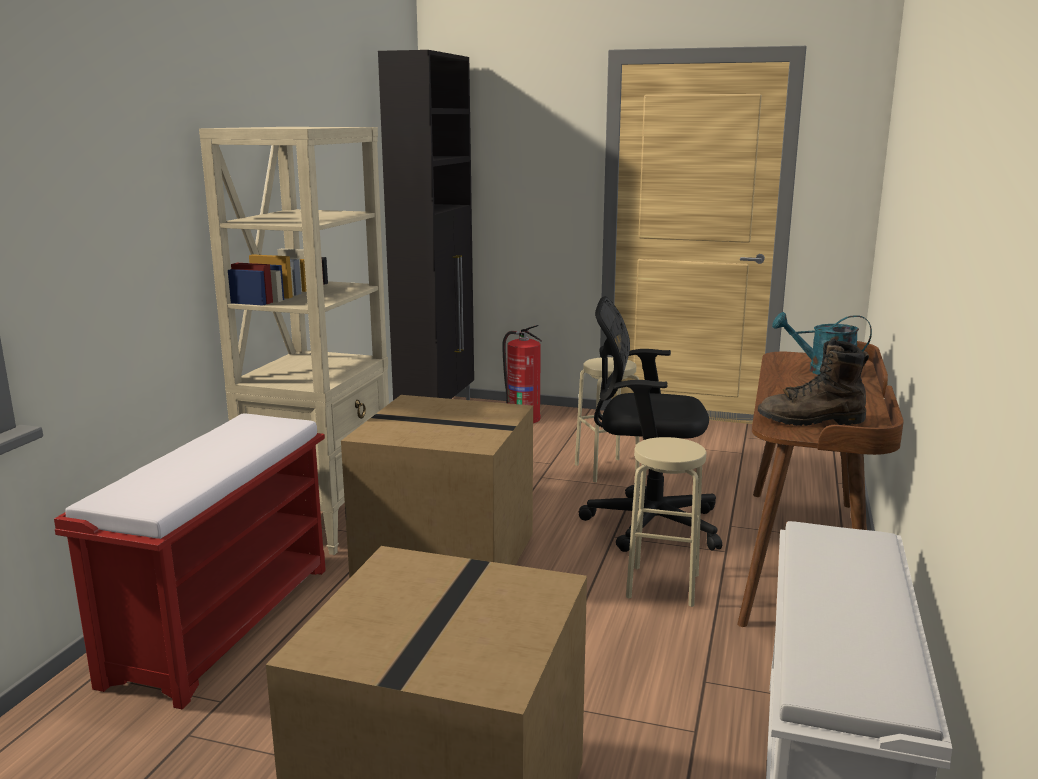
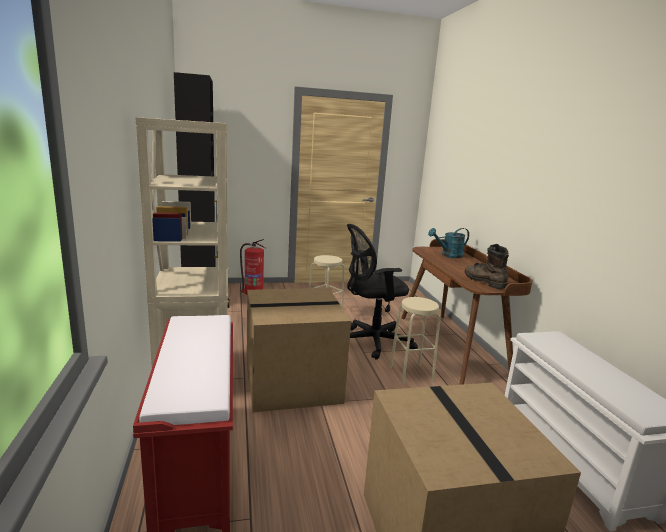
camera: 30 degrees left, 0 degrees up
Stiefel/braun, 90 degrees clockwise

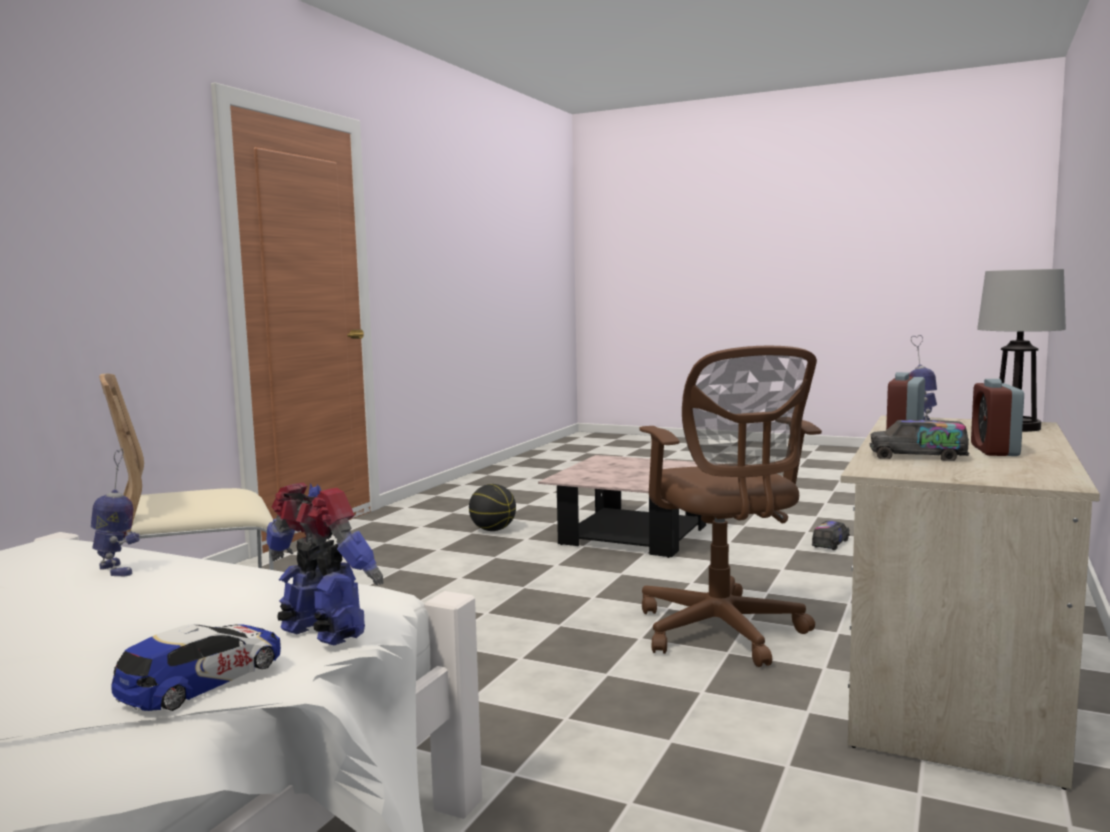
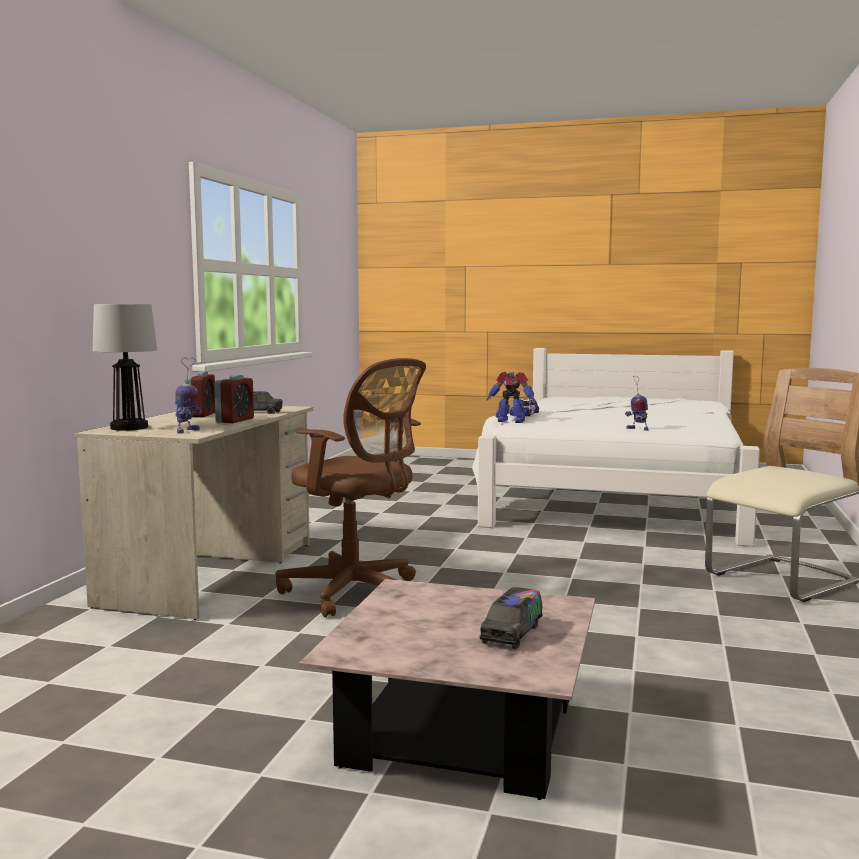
camera: 170 degrees right, 0 degrees up
Basketball => nothing
Spielzeuglaster (no. 1 from left in the first image) => Spielzeuglaster (no. 2 from left), shifted
Bürostuhl/braun, 150 degrees clockwise

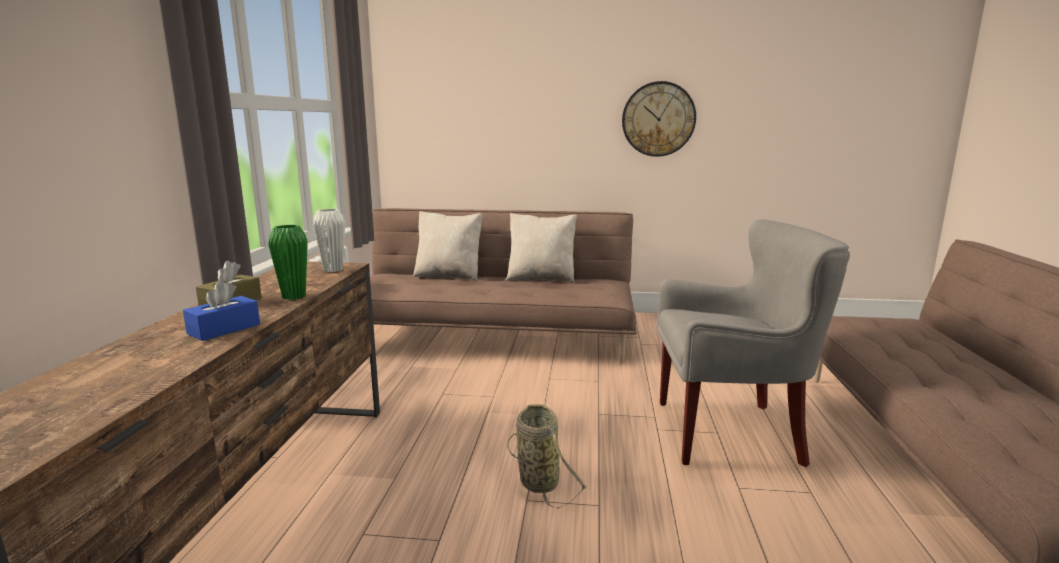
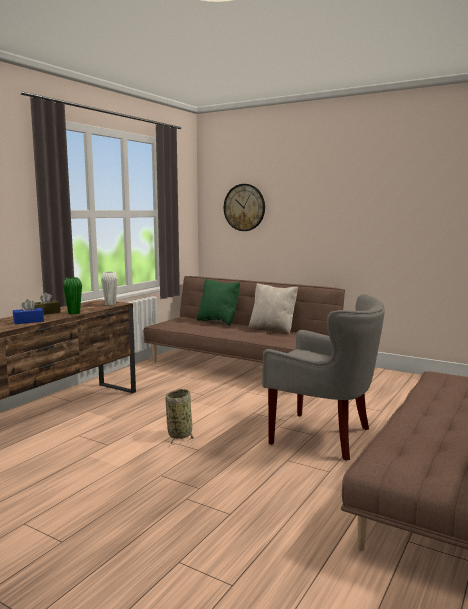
camera: 25 degrees right, 5 degrees down
Wanduhr, shifted
Kissen/beige (no. 1 from left) => Kissen/grün

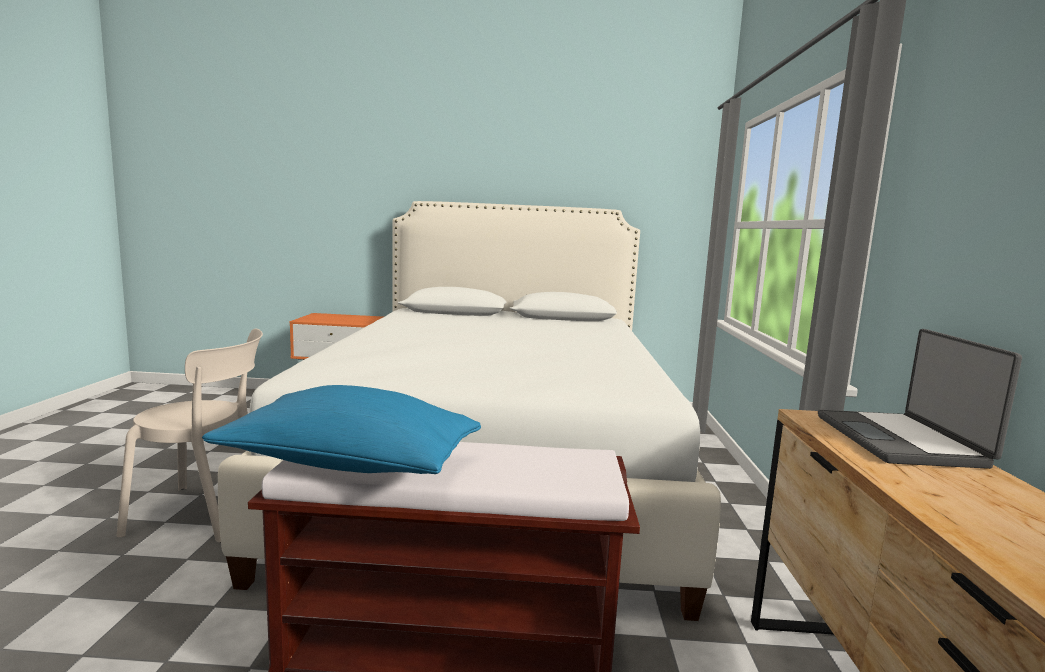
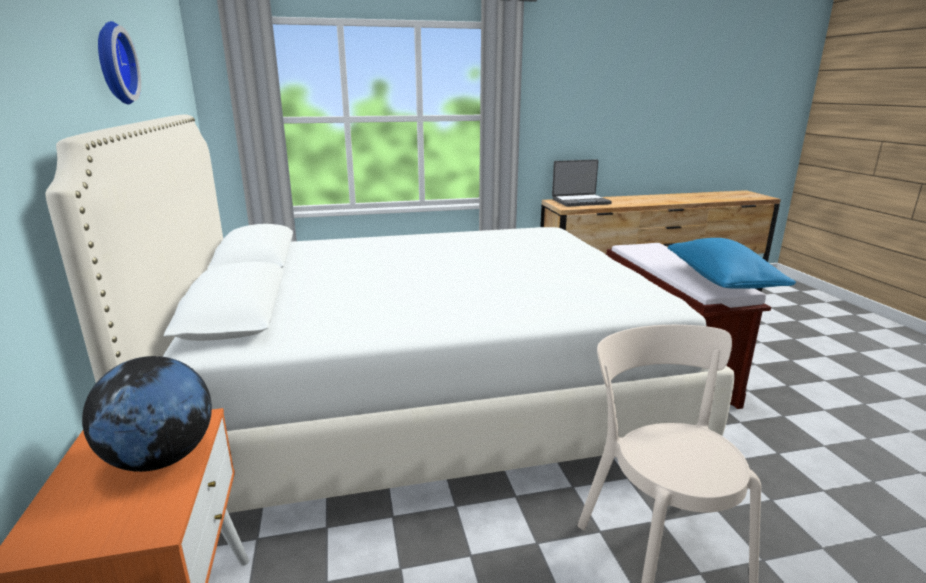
camera: 105 degrees left, 10 degrees up
nothing => Globus
nothing => Wanduhr

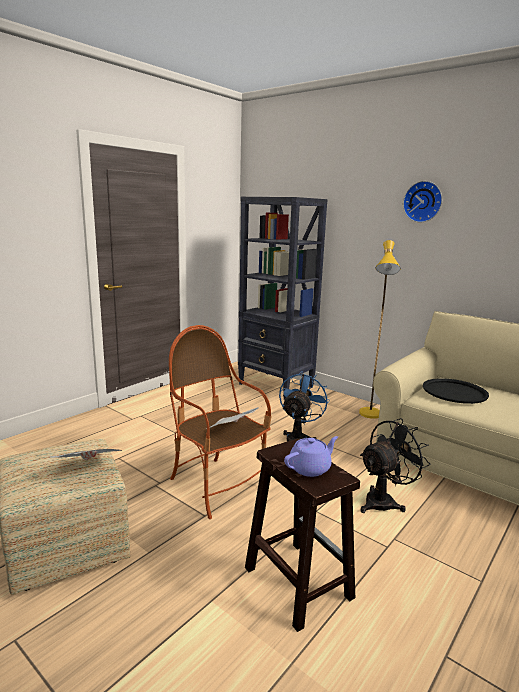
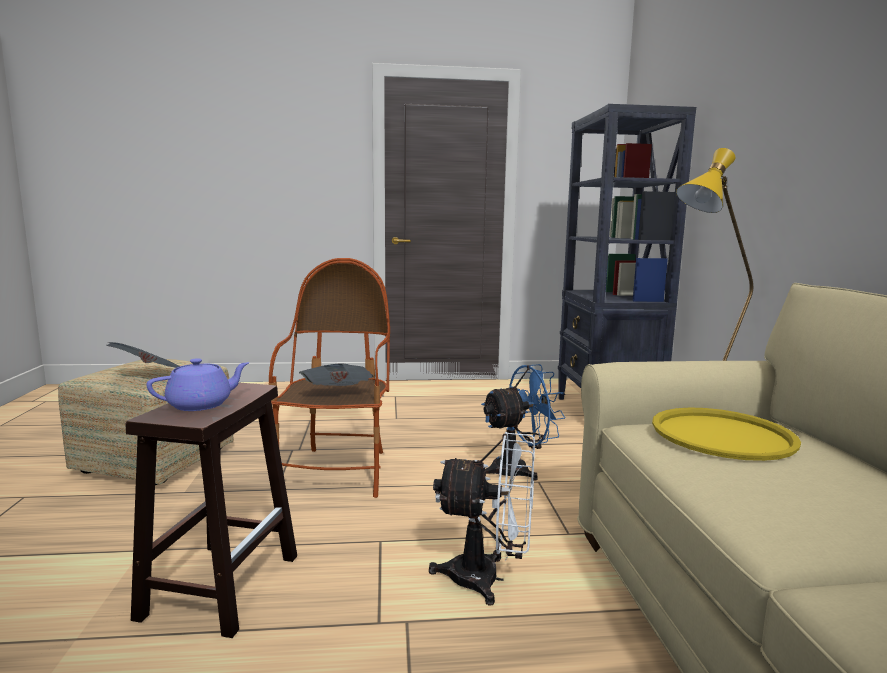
camera: 45 degrees right, 5 degrees down
Wanduhr => nothing
Ventilator/schwarz => Ventilator/weiß
Tablett/schwarz => Tablett/gelb
Teekanne/lila, 45 degrees counterclockwise

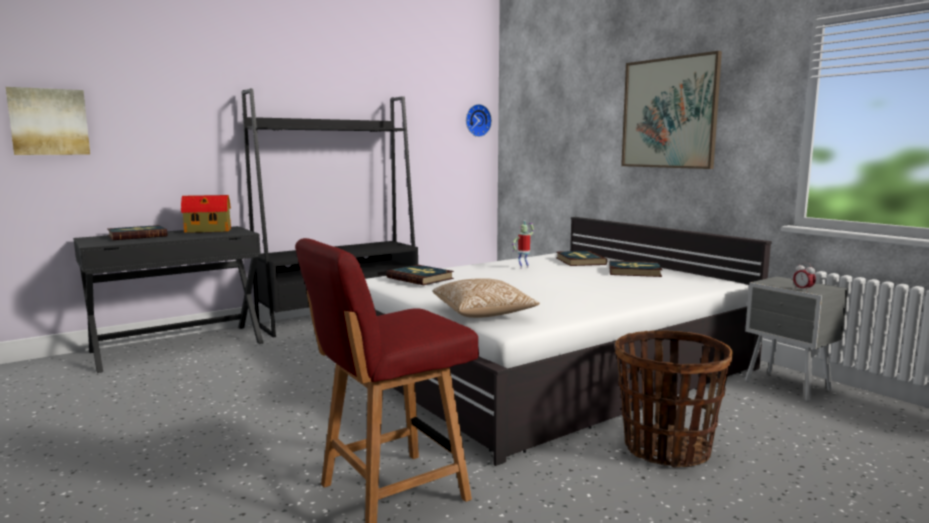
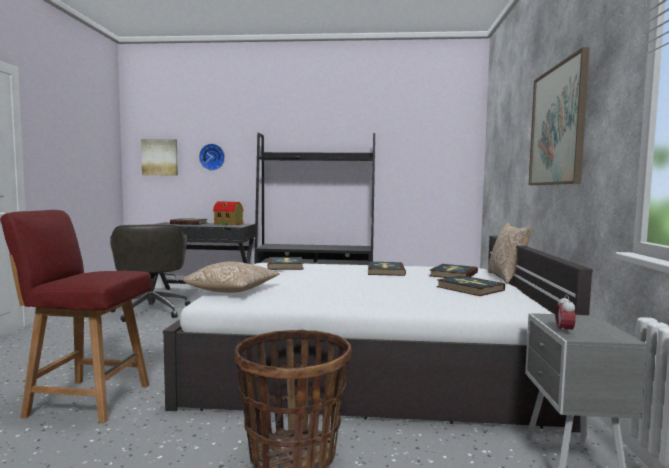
camera: 40 degrees right, 5 degrees down
nothing => Bürostuhl/grau
nothing => Kissen (no. 2 from left)
Wanduhr, shifted
Spielzeugroboter => Buch (no. 3 from left)

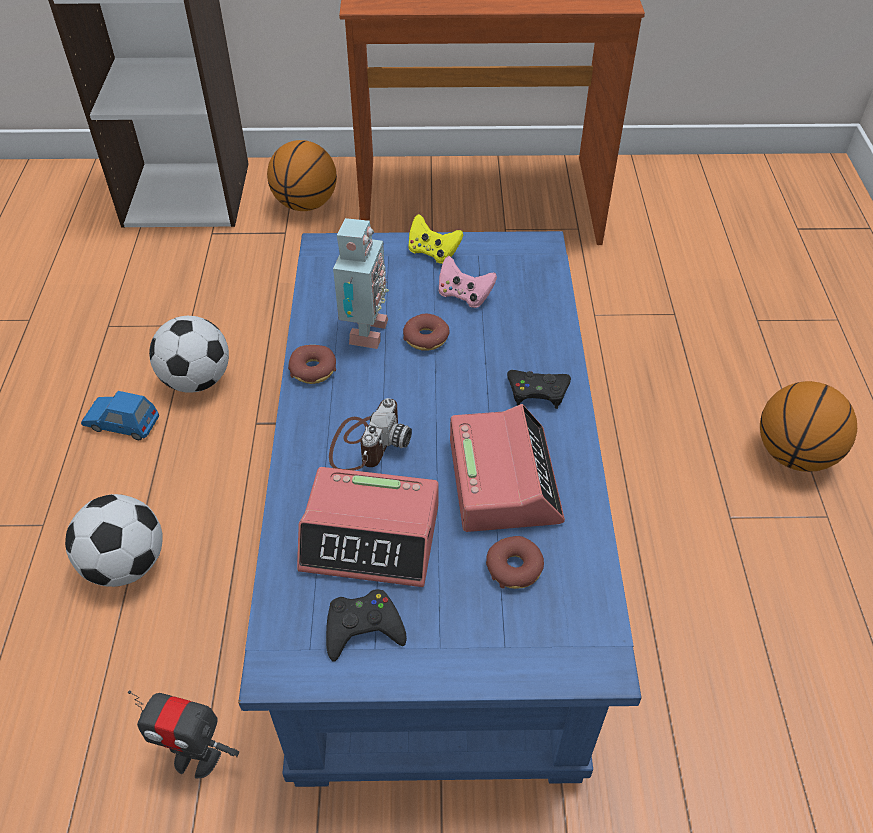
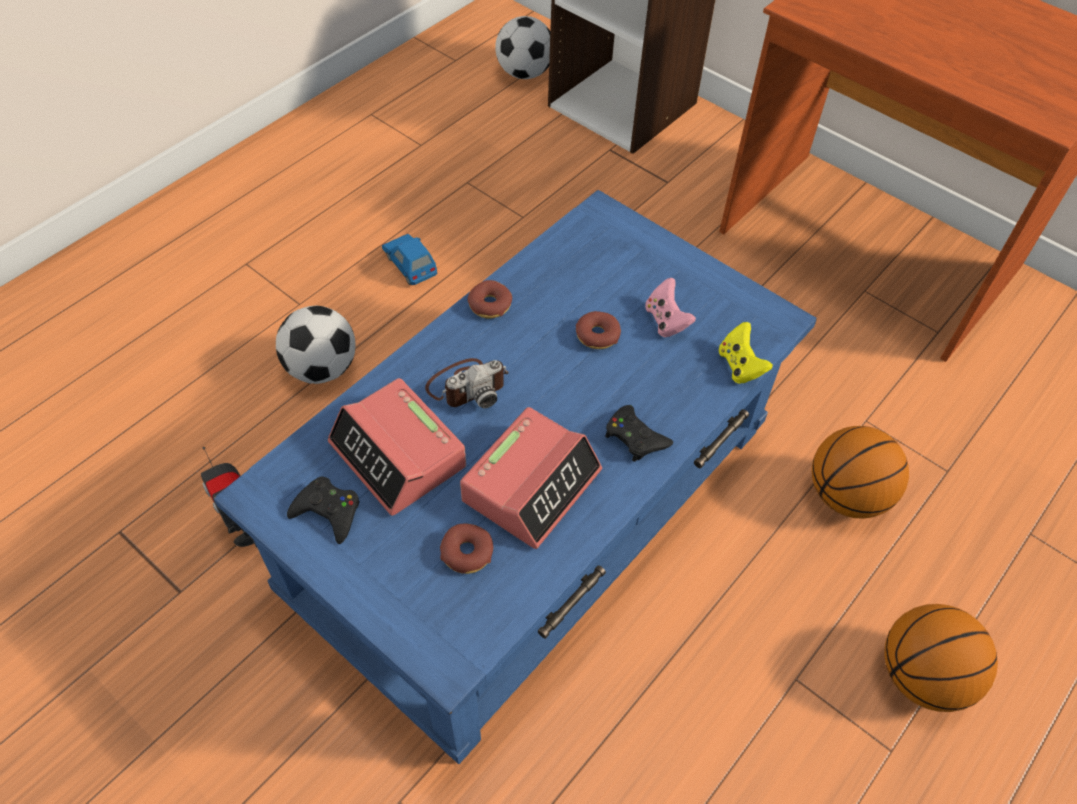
camera: 40 degrees right, 5 degrees up
Spielzeugroboter (no. 2 from left) => nothing
Fußball (no. 2 from left), shifted
Basketball (no. 1 from left), shifted
Gamepad/gelb, shifted

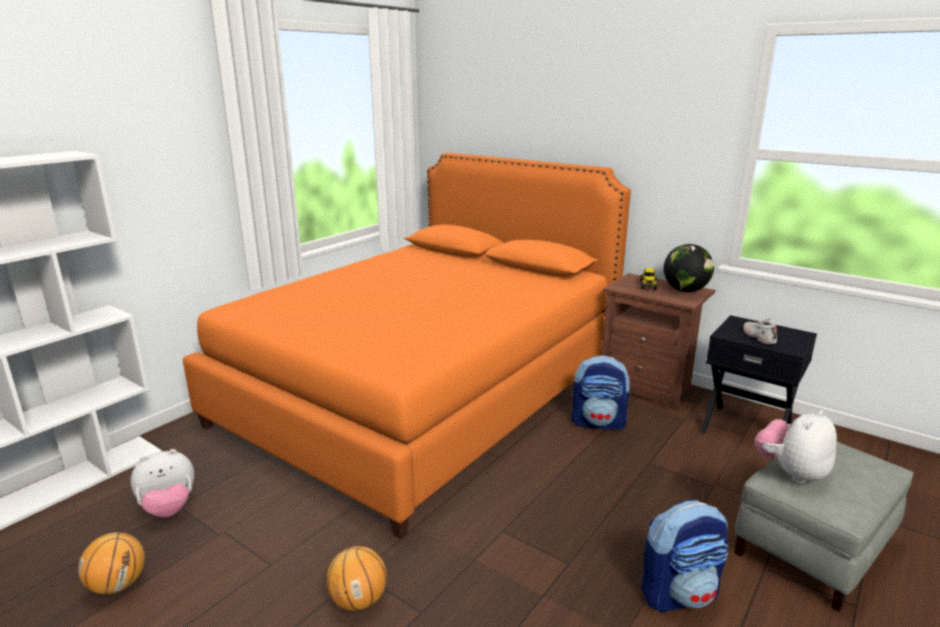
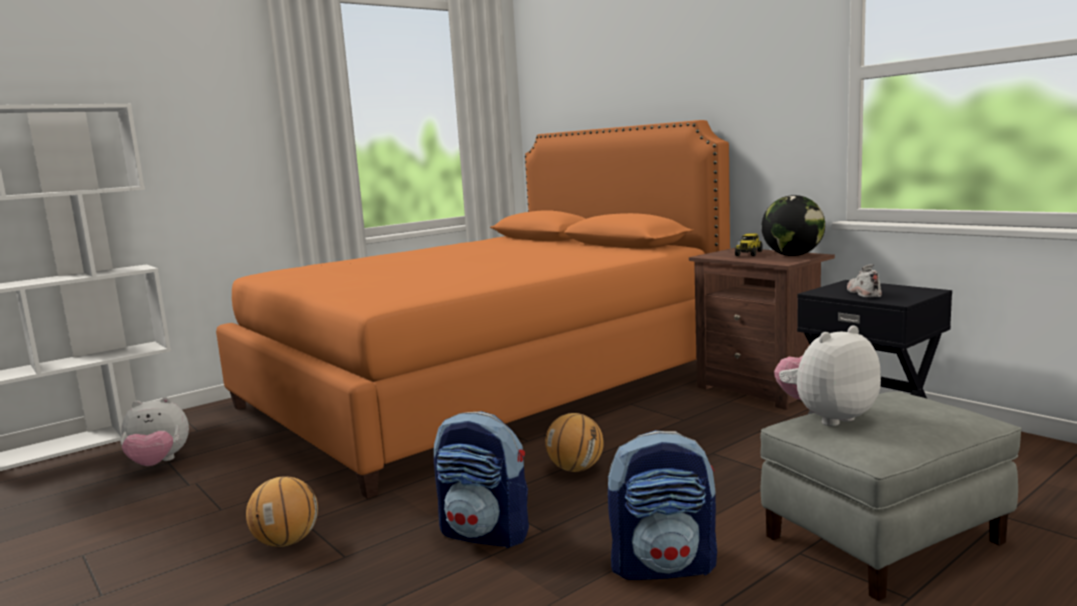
camera: 15 degrees right, 10 degrees down
Basketball (no. 1 from left in the first image) => Basketball (no. 2 from left), shifted
Rucksack (no. 1 from left), shifted

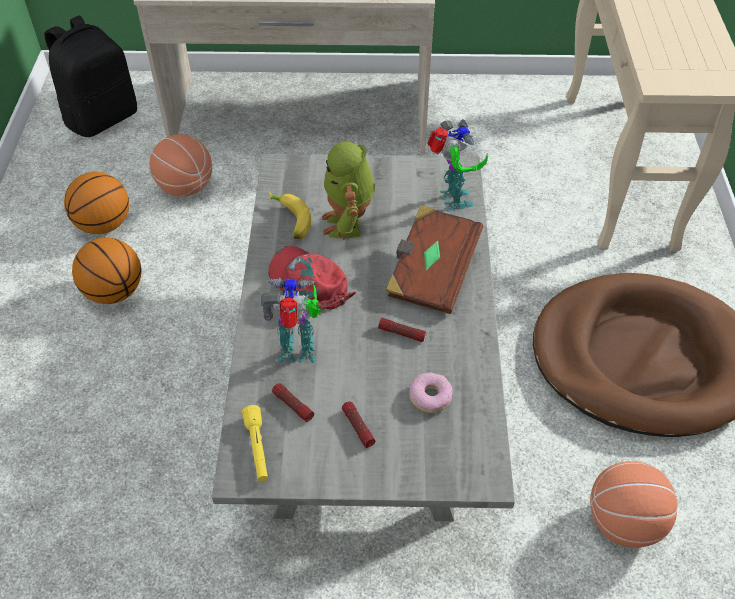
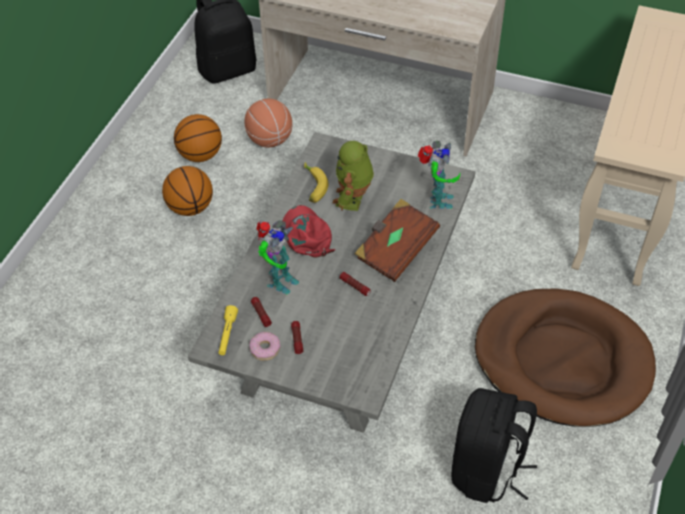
camera: 20 degrees right, 0 degrees up
Donut, shifted
Basketball (no. 4 from left) => Rucksack/schwarz (no. 2 from left)
Spielzeugroboter (no. 1 from left), 105 degrees clockwise

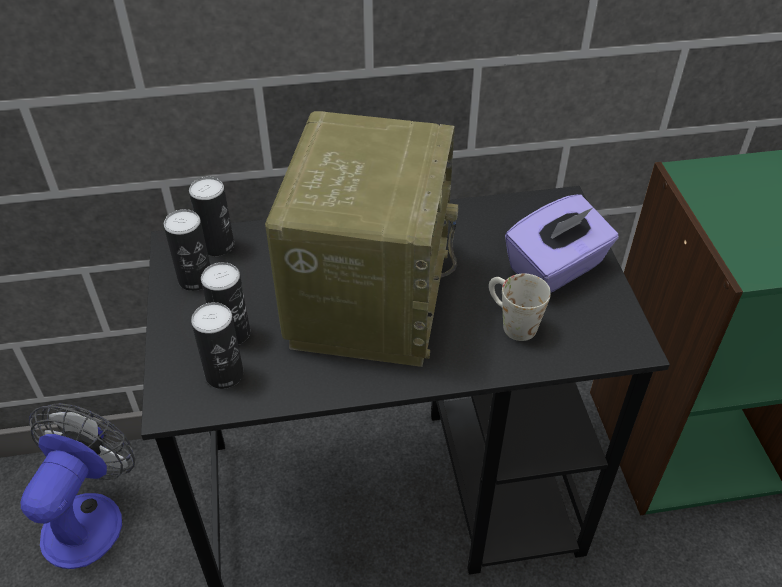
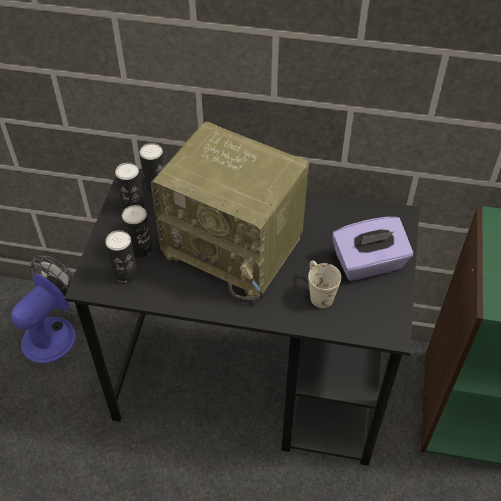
camera: 20 degrees right, 5 degrees up
Radio, 90 degrees clockwise

